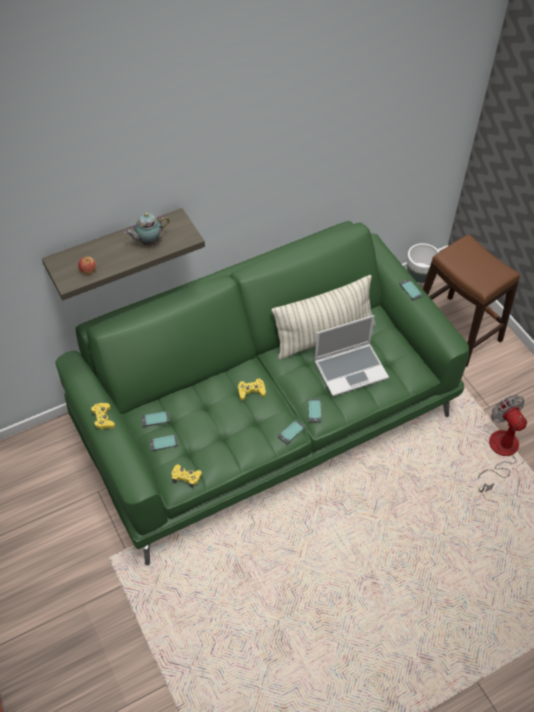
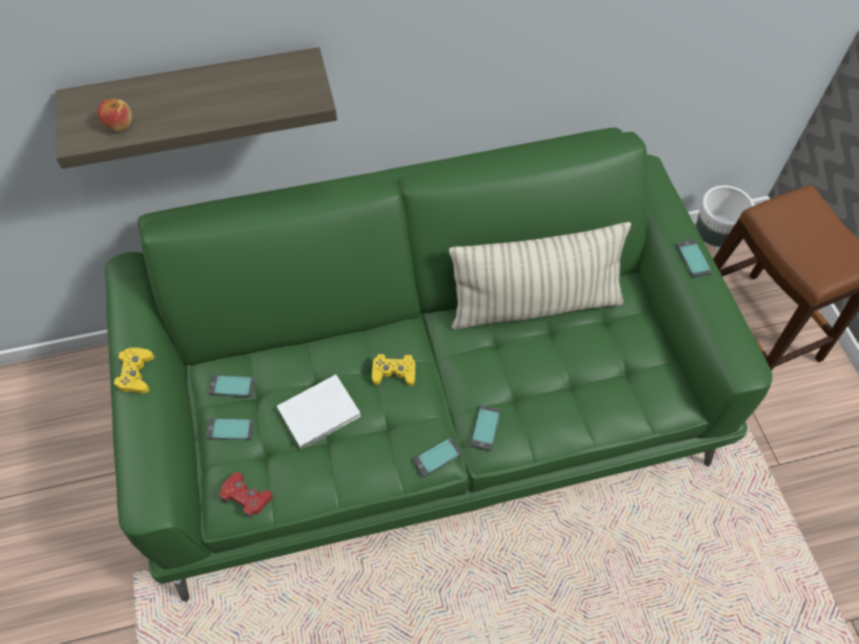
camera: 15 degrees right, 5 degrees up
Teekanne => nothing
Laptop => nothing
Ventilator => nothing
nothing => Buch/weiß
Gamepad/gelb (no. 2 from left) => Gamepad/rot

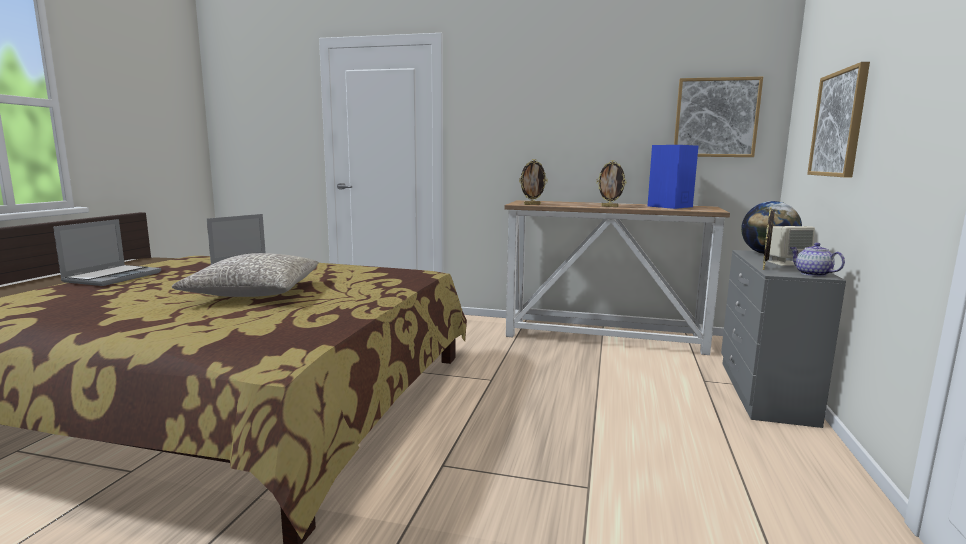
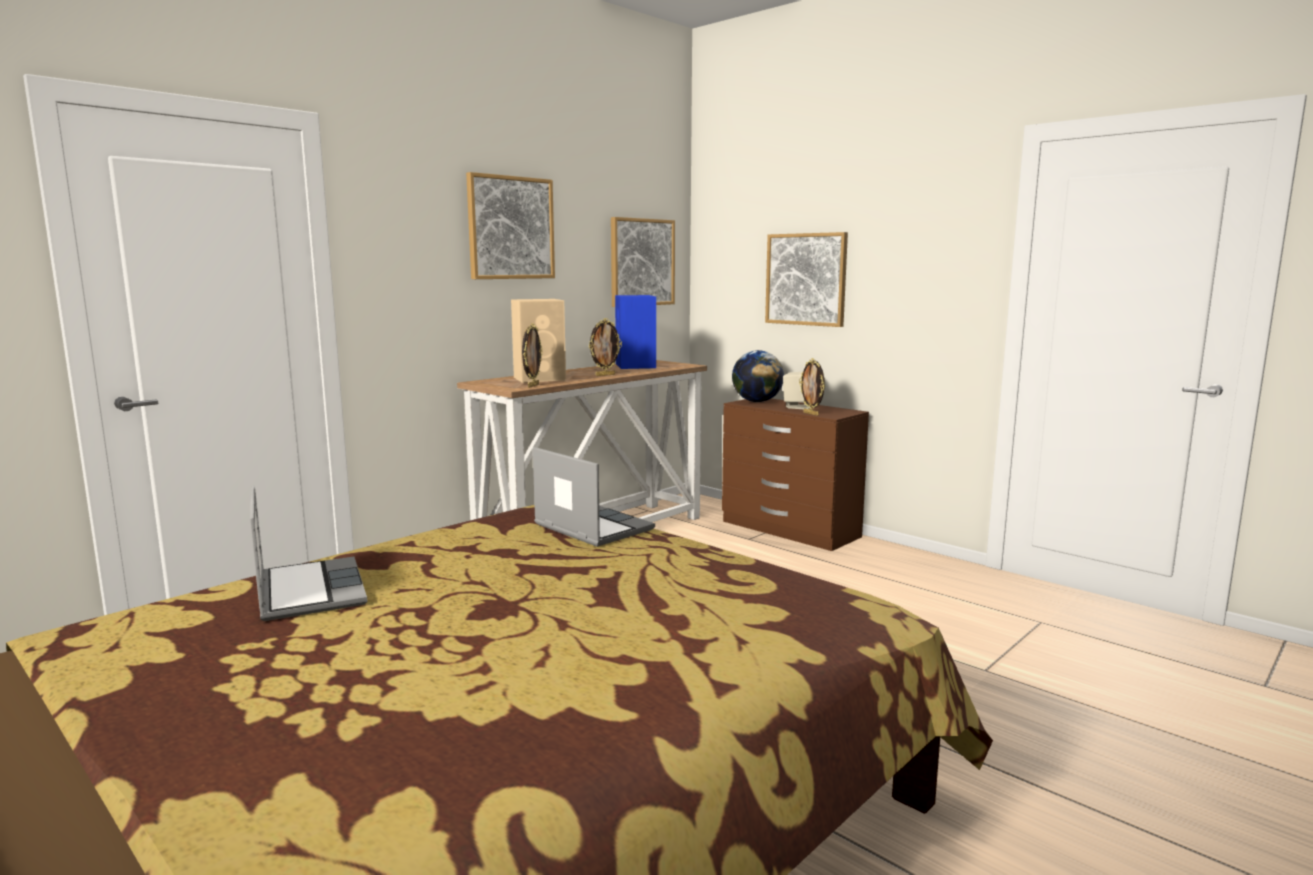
camera: 60 degrees left, 0 degrees up
Kissen/grau => nothing
Teekanne => nothing
nothing => Bild (no. 1 from left)
nothing => Lautsprecher/beige (no. 1 from left)
Laptop (no. 1 from left in the first image) => Laptop (no. 2 from left), shifted
Kommode/grau => Kommode/braun

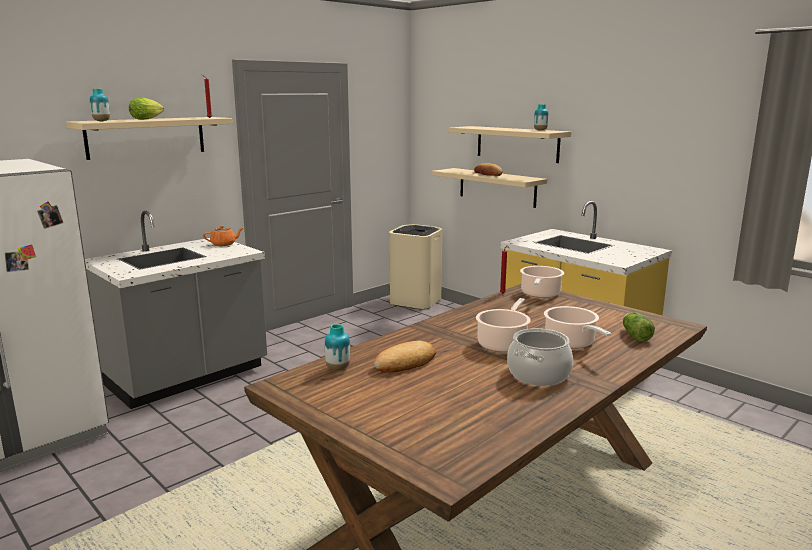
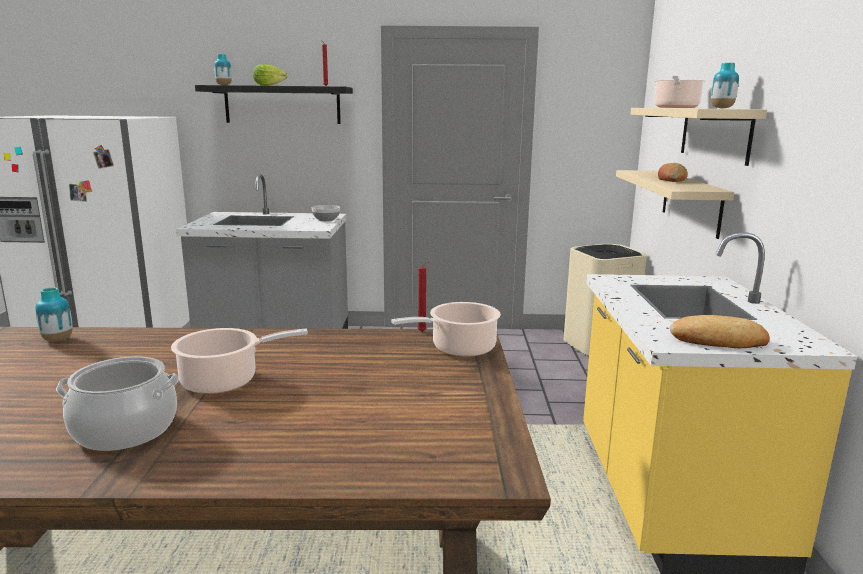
camera: 45 degrees right, 0 degrees up
Salatkopf (no. 2 from left) => nothing
Brot (no. 1 from left in the first image) => Brot (no. 2 from left), shifted
Kochtopf (no. 4 from left), shifted
Teekanne/orange => Schüssel
Wandregal/beige (no. 1 from left) => Wandregal/schwarz

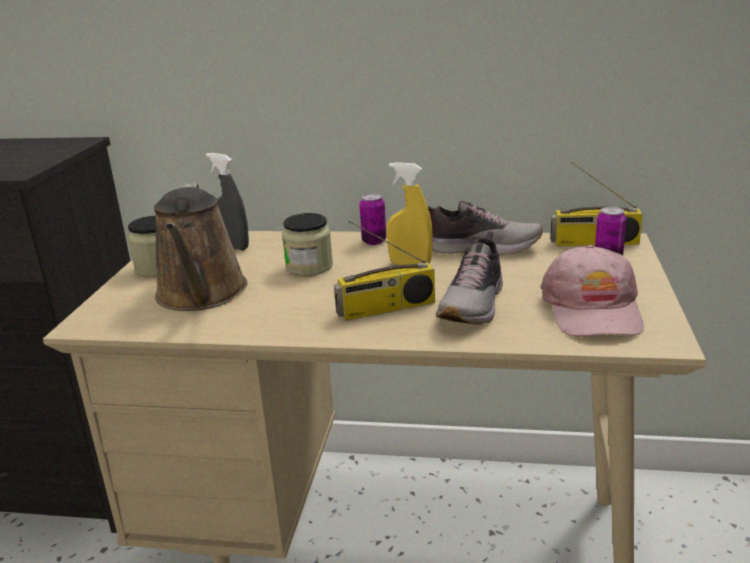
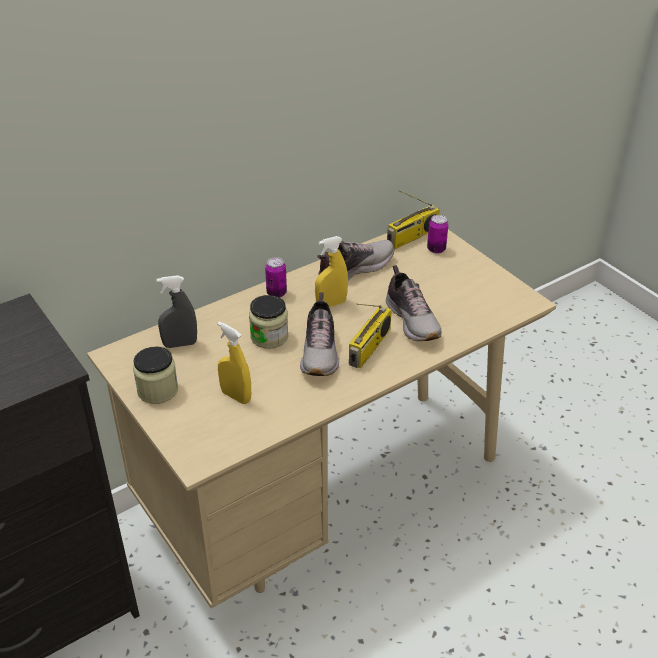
camera: 45 degrees left, 15 degrees up
Kappe/rosa => nothing
nothing => Schuh (no. 1 from left)
Gießkanne/braun => Sprühflasche/gelb (no. 1 from left)

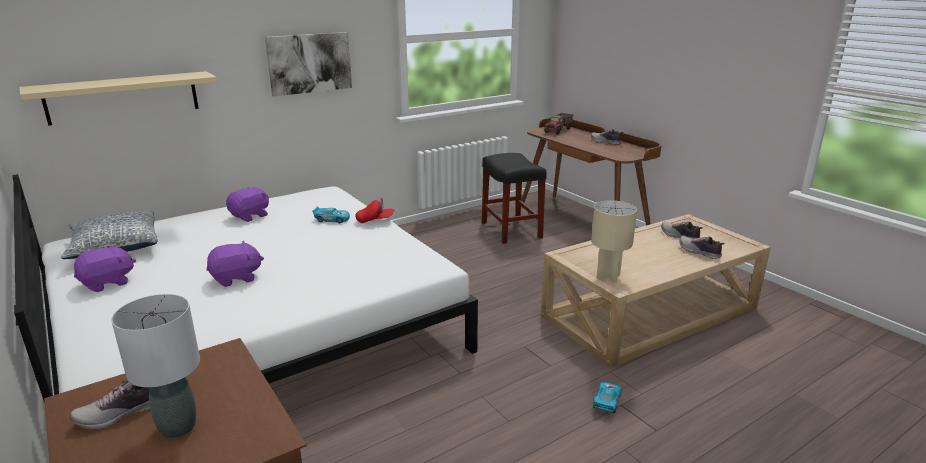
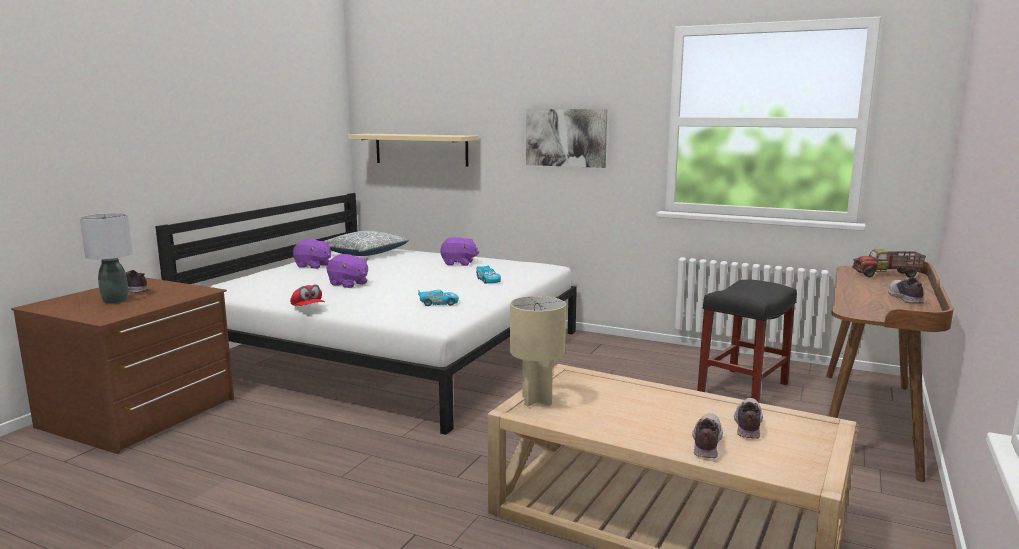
camera: 60 degrees right, 10 degrees down
Kappe/rot, shifted
Spielzeugauto (no. 2 from left in the first image) => Spielzeugauto (no. 1 from left), shifted

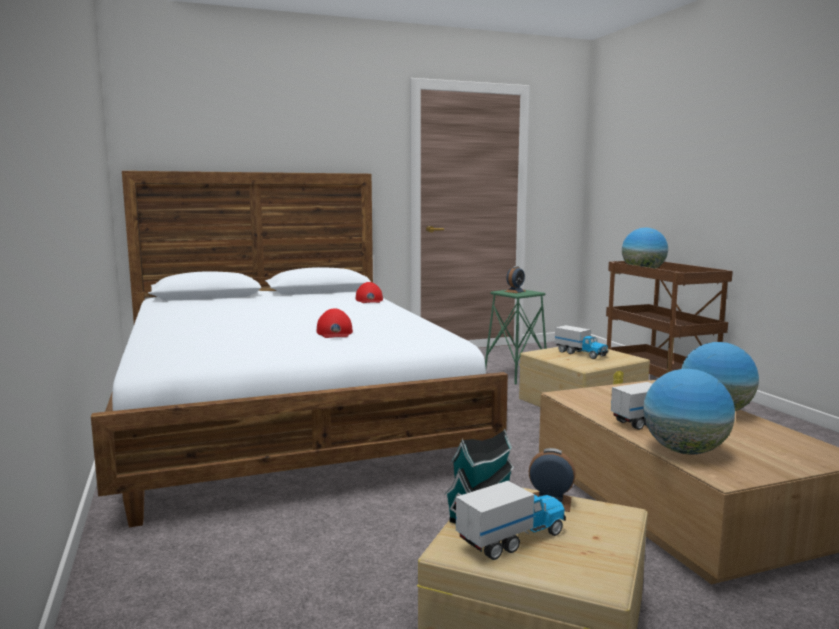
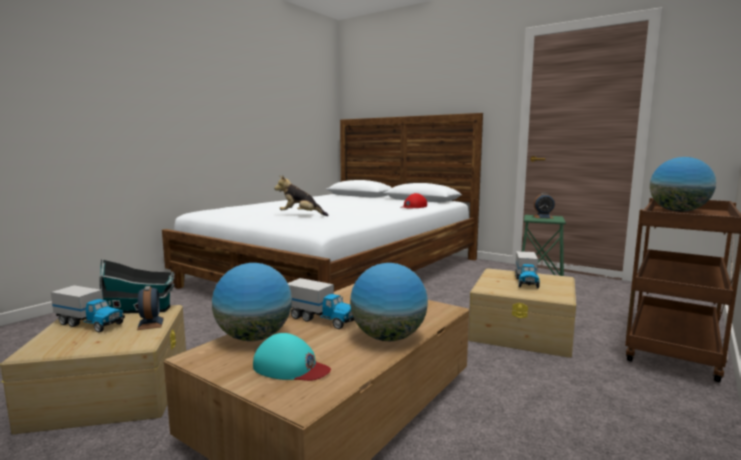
camera: 55 degrees right, 0 degrees up
nothing => Kappe/türkis
Kappe/rot (no. 1 from left) => Plüschtier

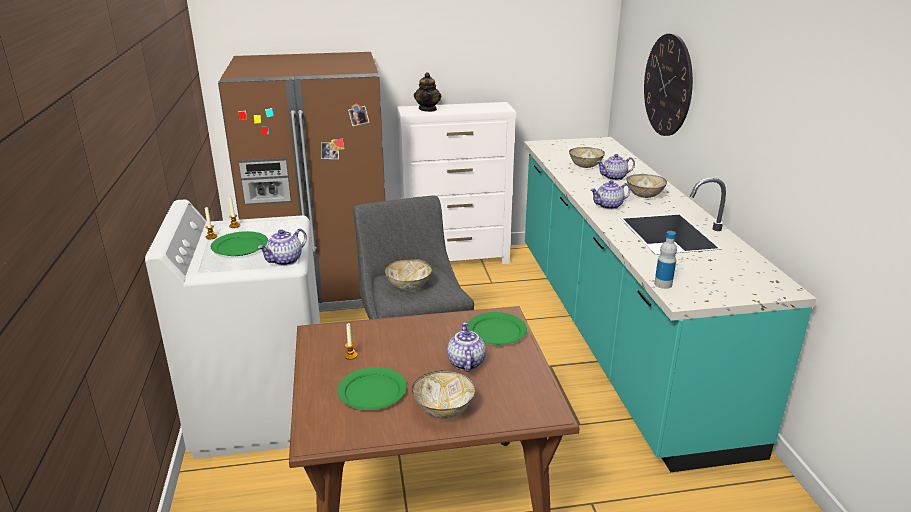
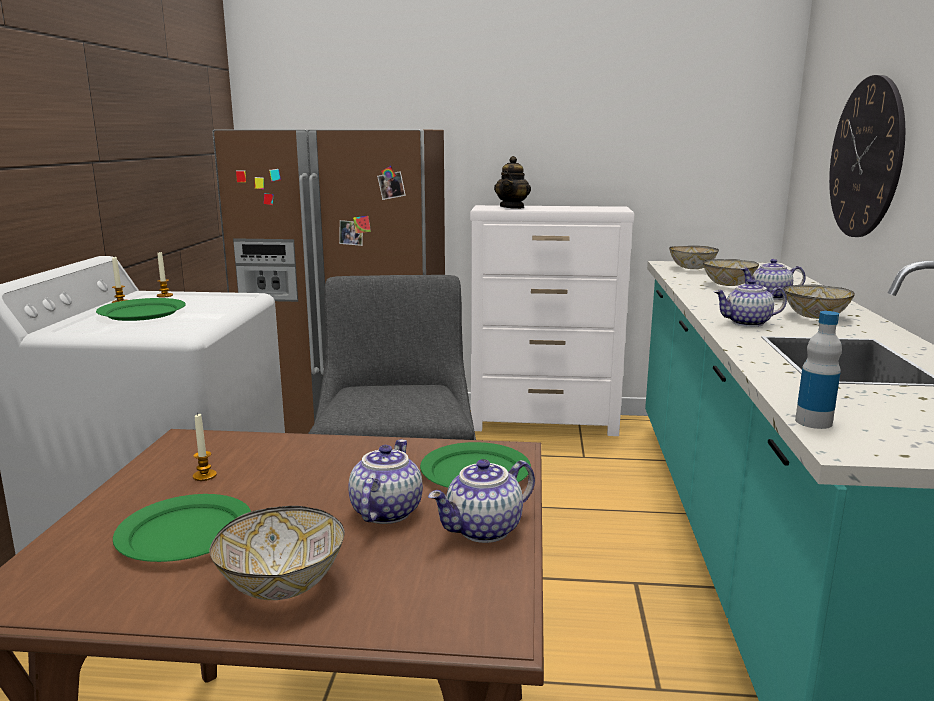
camera: 15 degrees right, 10 degrees down
Teekanne (no. 1 from left in the first image) => Teekanne (no. 2 from left), shifted
Schüssel (no. 1 from left in the first image) => Schüssel (no. 2 from left), shifted

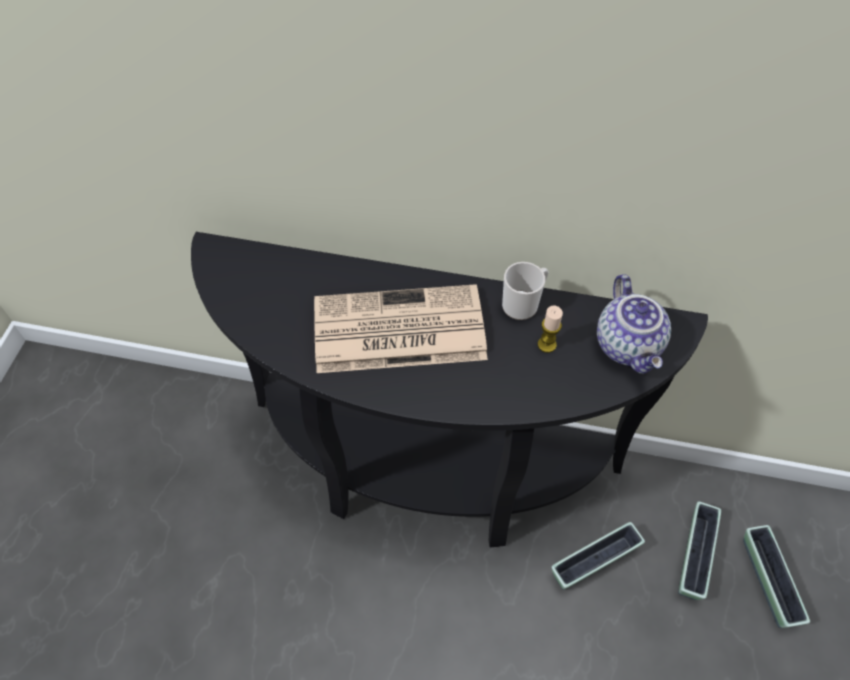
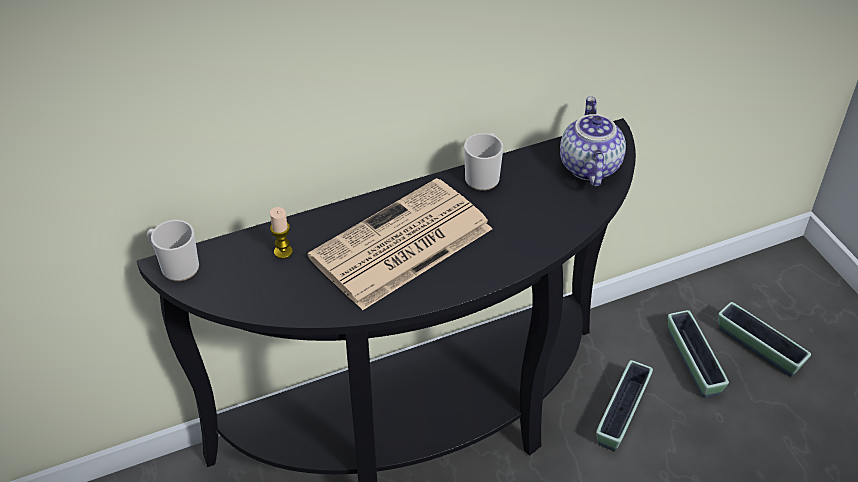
camera: 35 degrees left, 10 degrees down
nothing => Henkelbecher (no. 1 from left)
Kerze, shifted
Teekanne, 135 degrees counterclockwise

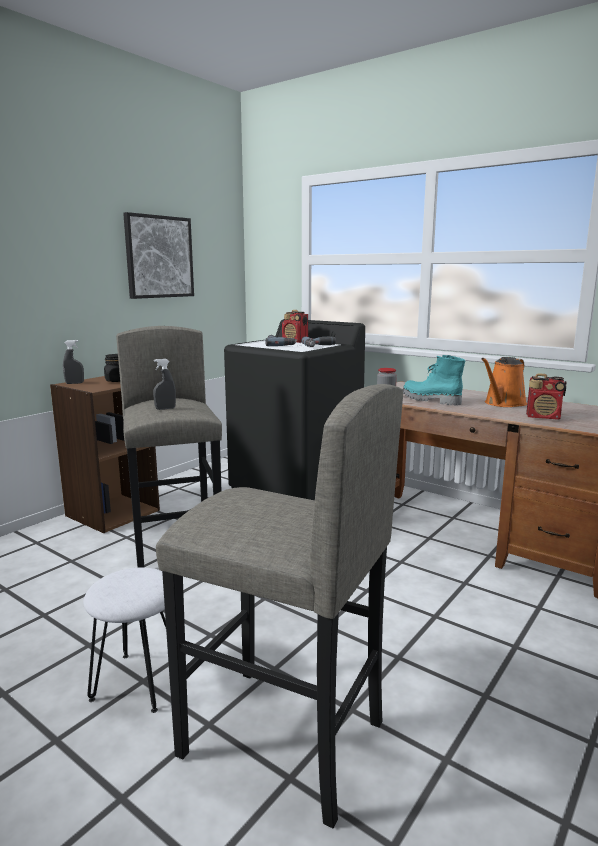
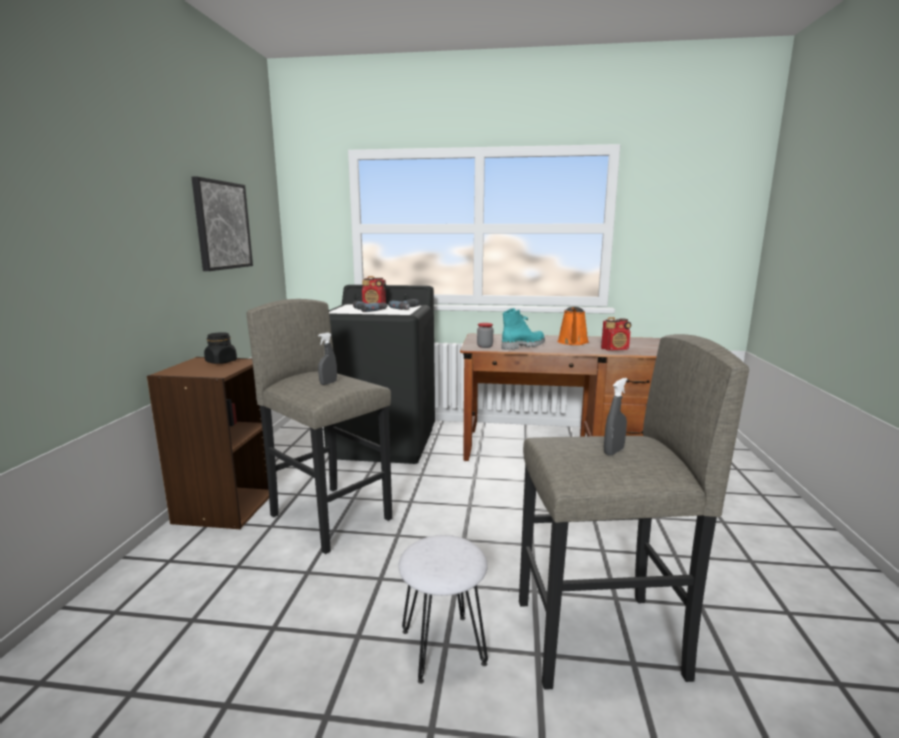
camera: 30 degrees left, 0 degrees up
Sprühflasche/grau (no. 1 from left in the first image) => Sprühflasche/grau (no. 2 from left), shifted
Stiefel/türkis, 135 degrees clockwise

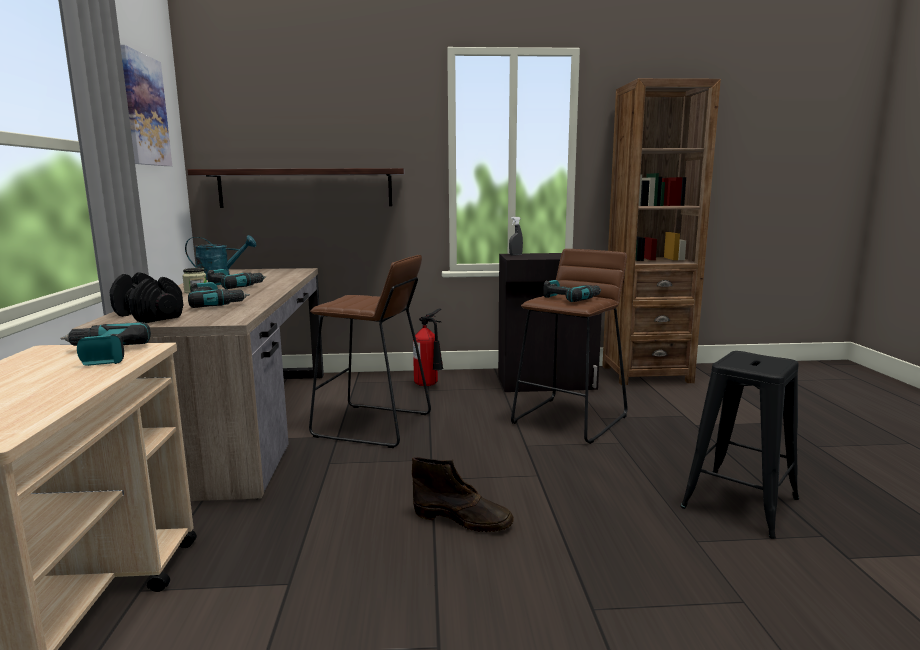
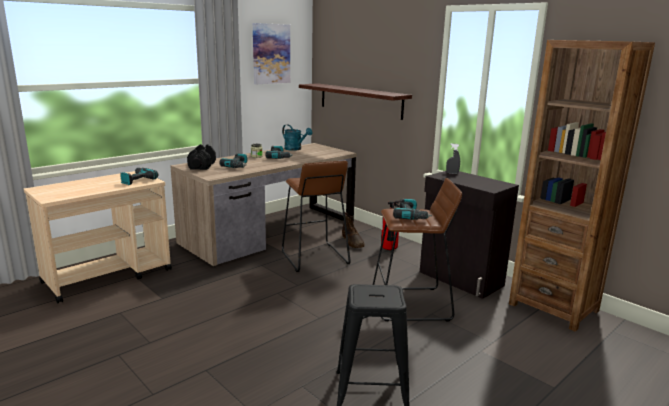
camera: 50 degrees right, 5 degrees up
Stiefel/braun, shifted

